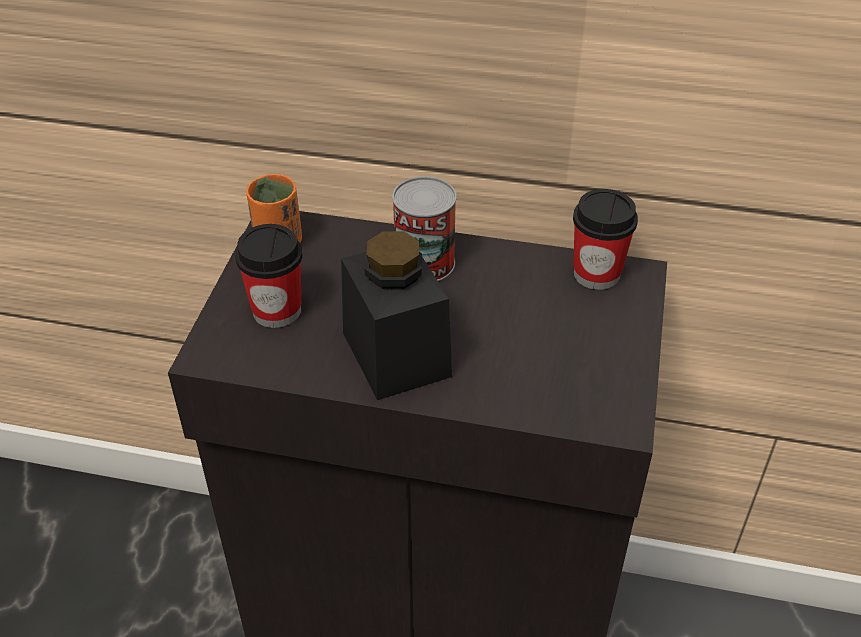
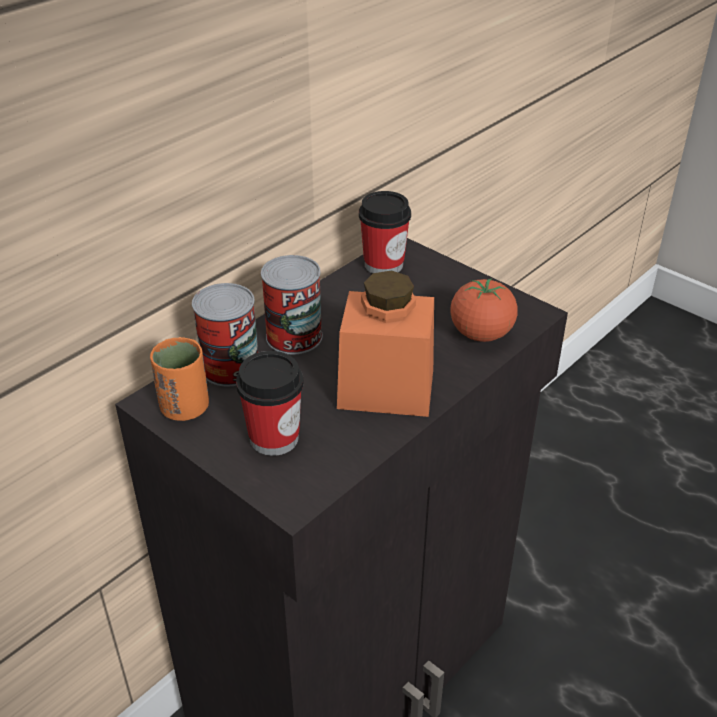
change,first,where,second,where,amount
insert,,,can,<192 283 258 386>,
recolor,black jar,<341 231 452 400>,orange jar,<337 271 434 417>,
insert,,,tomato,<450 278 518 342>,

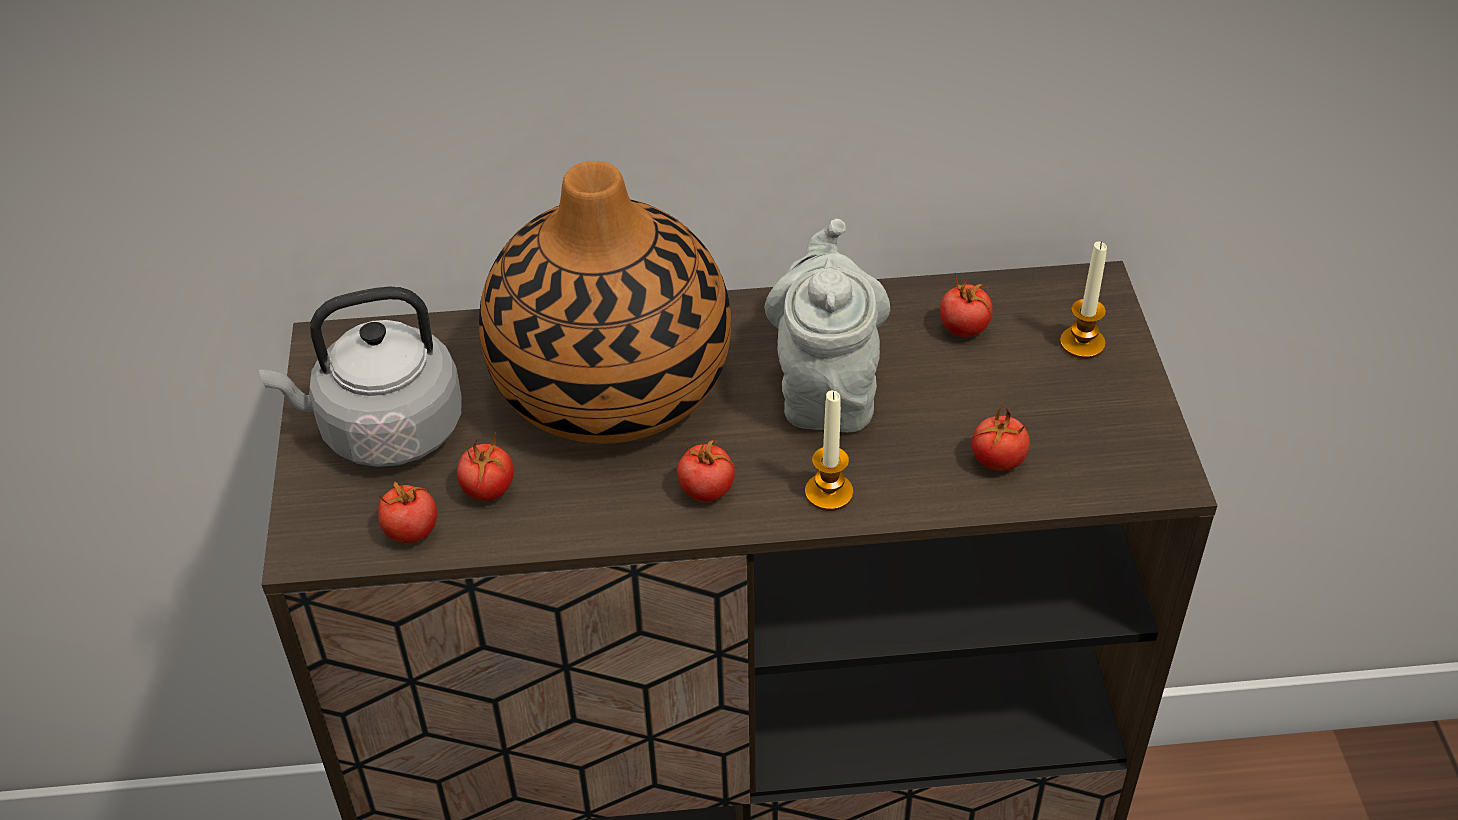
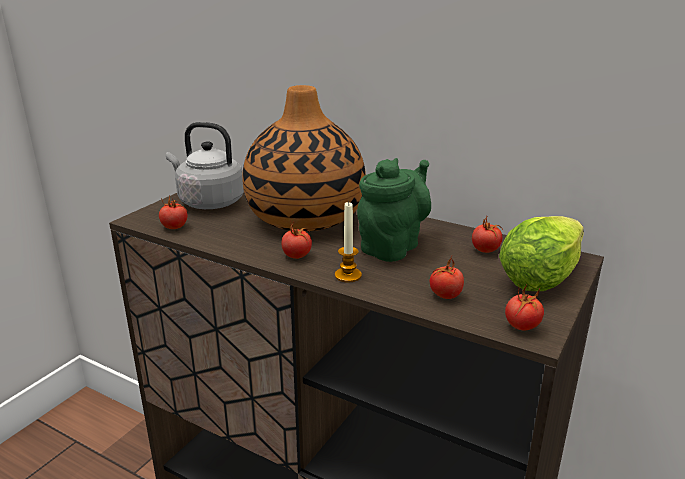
change,first,where,second,where,amount
recolor,grey teapot,<764 219 890 432>,green teapot,<357 158 431 262>,
replace,candle,<1060 242 1107 359>,lettuce,<499 216 584 291>,
move,tomato,<457 431 514 501>,,<505 285 544 331>,

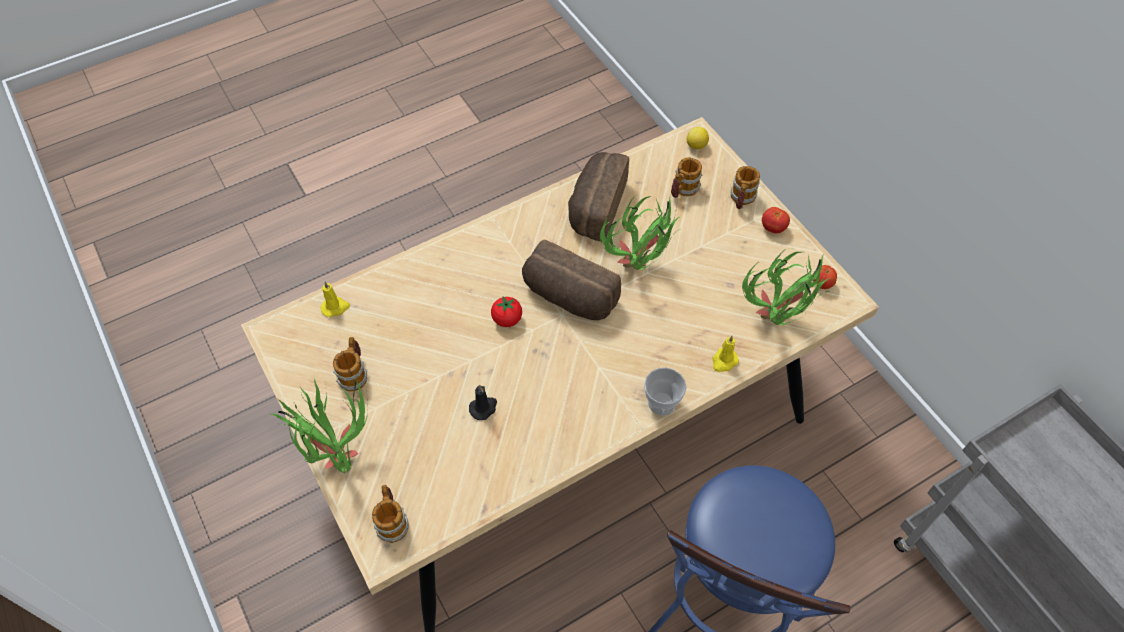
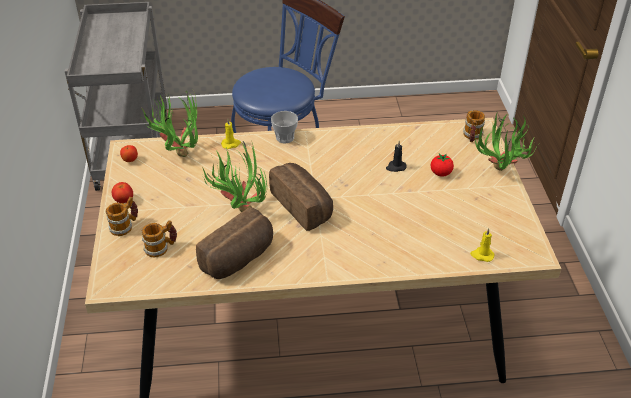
change,first,where,second,where,amount
move,tomato,<491 296 522 327>,,<431 154 454 177>,
delete,mug,<333 337 367 391>,,,
delete,lemon,<687 127 709 150>,,,

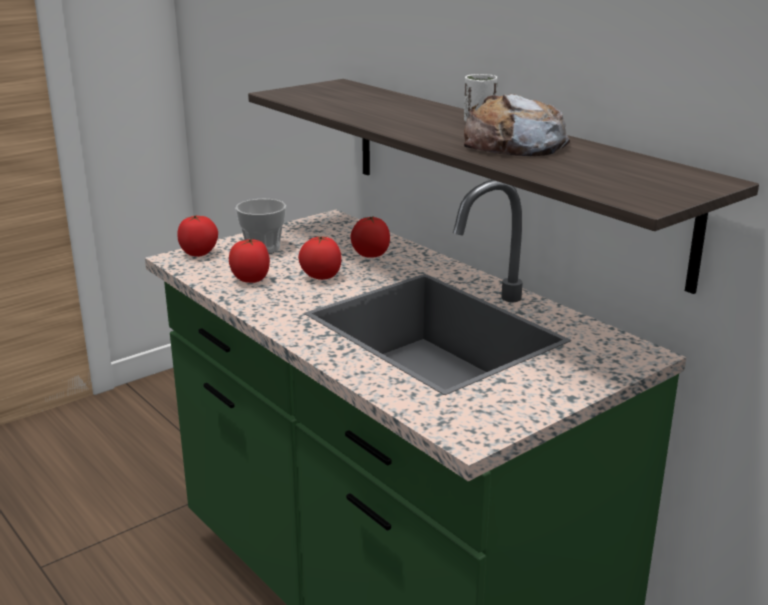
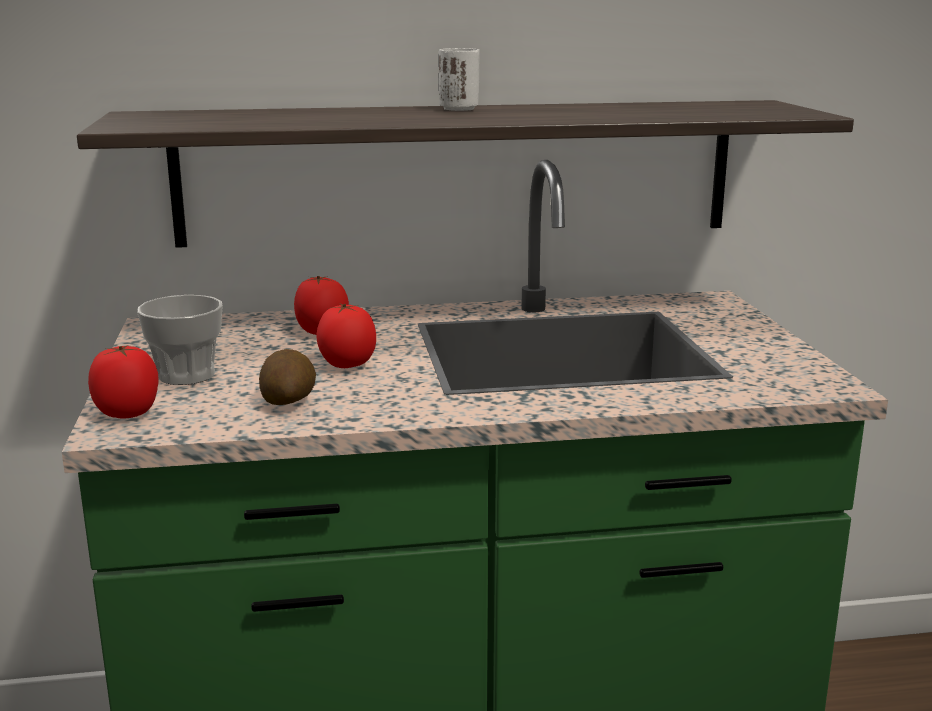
change,first,where,second,where,amount
replace,tomato,<229 238 270 283>,potato,<259 349 316 405>,
delete,bread,<464 94 570 156>,,,

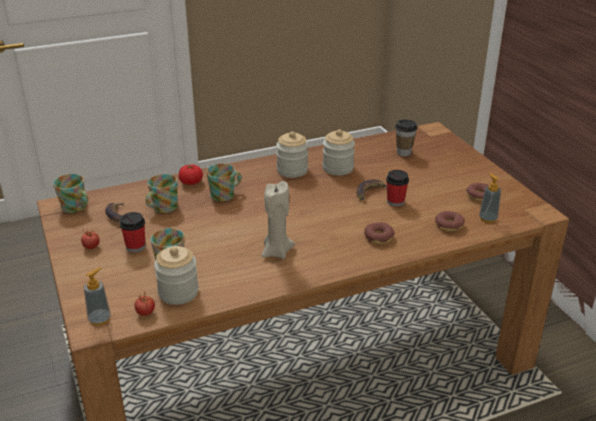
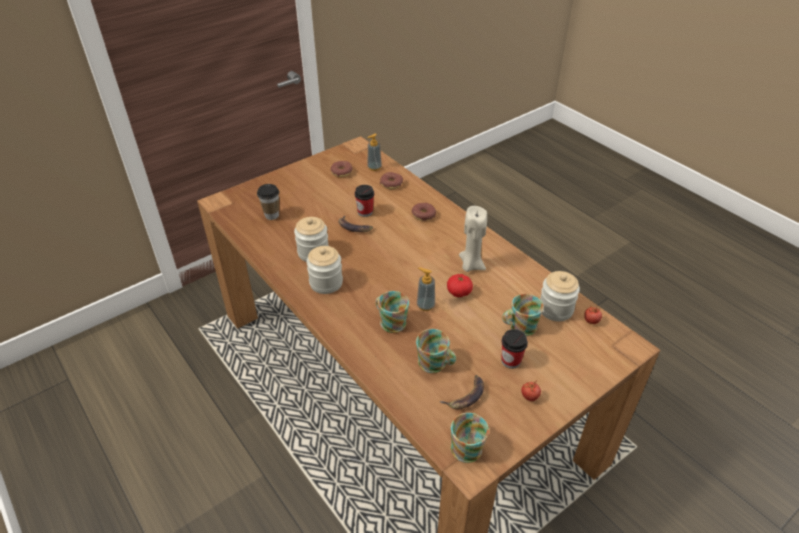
change,first,where,second,where,amount
move,soap dispenser,<84 267 111 326>,,<417 267 435 311>,
move,tomato,<179 164 203 185>,,<447 274 473 297>,

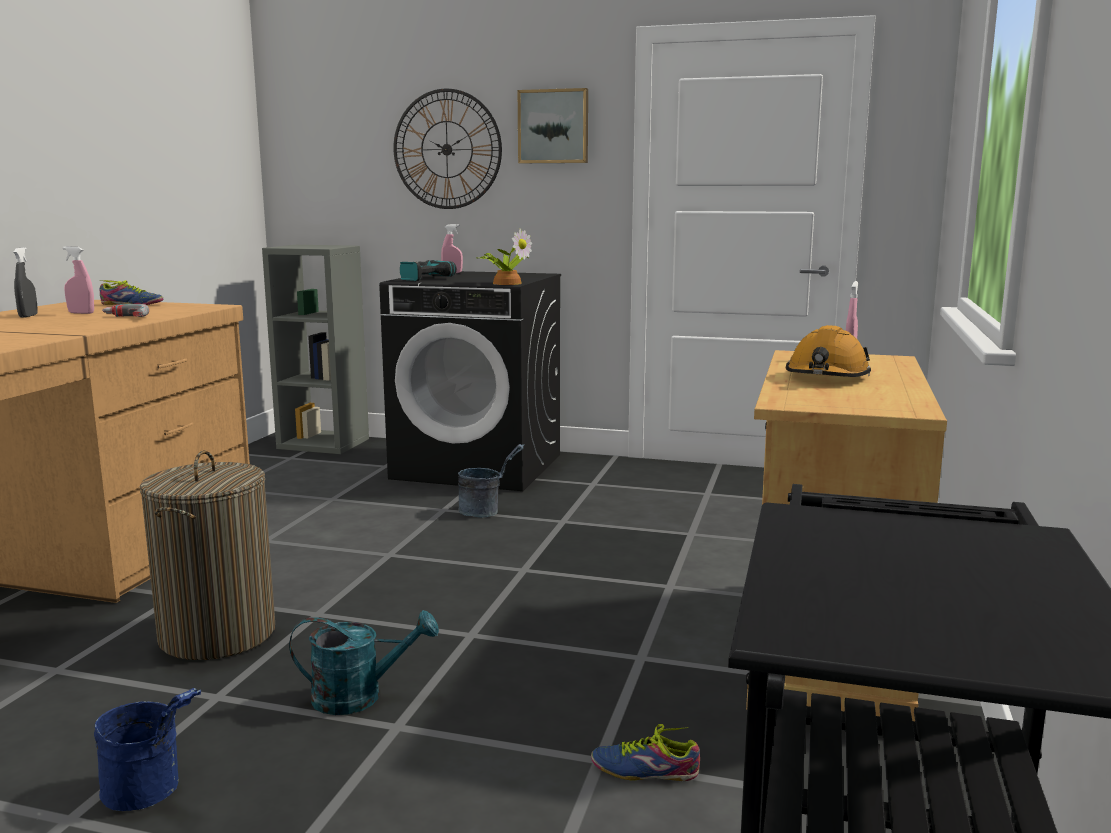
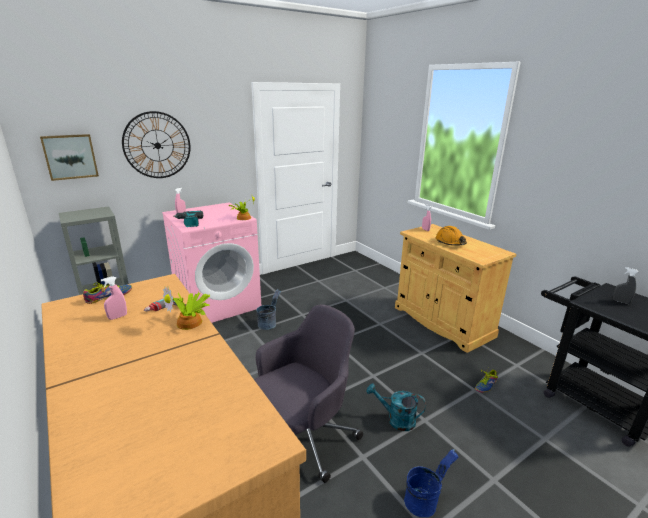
change,first,where,second,where,amount
move,picture,<518 88 588 163>,,<40 134 99 181>,
recolor,black washing machine,<379 271 561 491>,pink washing machine,<162 202 261 323>,
insert,,,potted plant,<163 287 210 330>,
replace,laundry basket,<140 450 275 660>,grey office chair,<254 304 363 483>,
rotate,turquoise watering can,<289 610 439 715>,,<367 383 426 431>,105 degrees counterclockwise
move,grey spray bottle,<13 247 38 318>,,<613 267 639 304>,

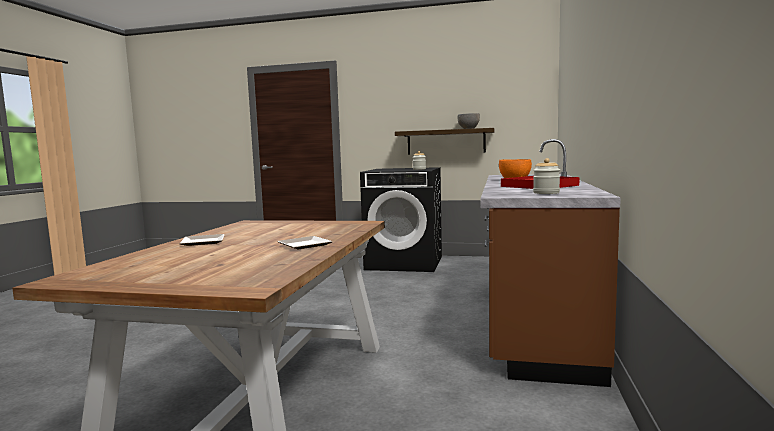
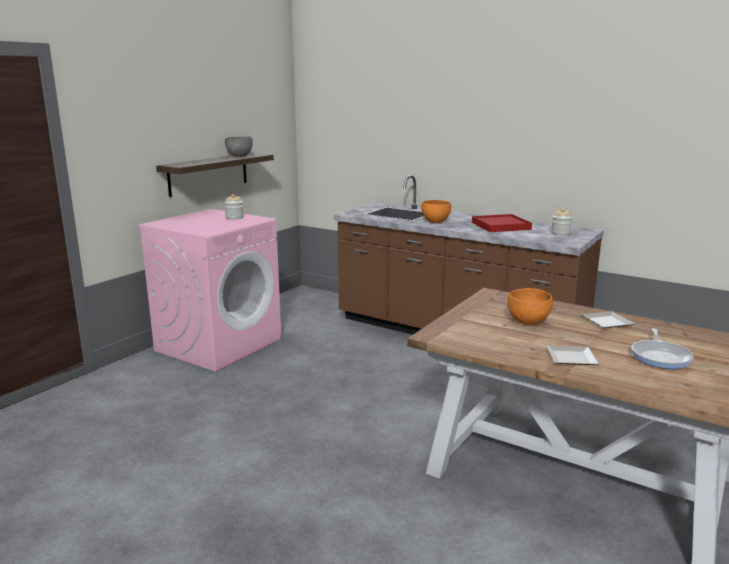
change,first,where,second,where,amount
recolor,black washing machine,<360 167 442 272>,pink washing machine,<138 209 281 372>,
insert,,,orange bowl,<507 288 553 325>,
insert,,,frying pan,<631 328 694 369>,

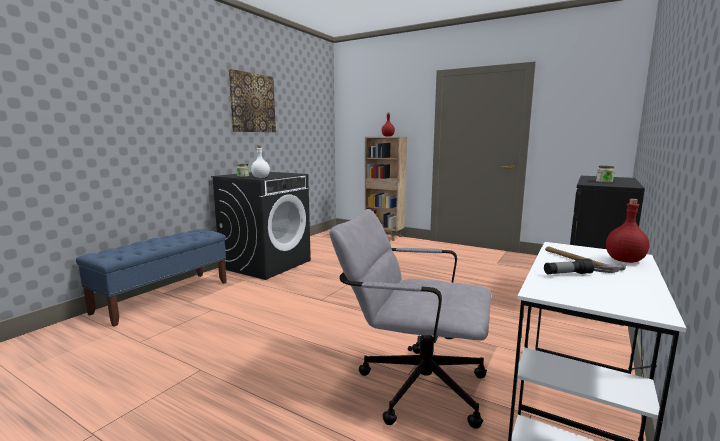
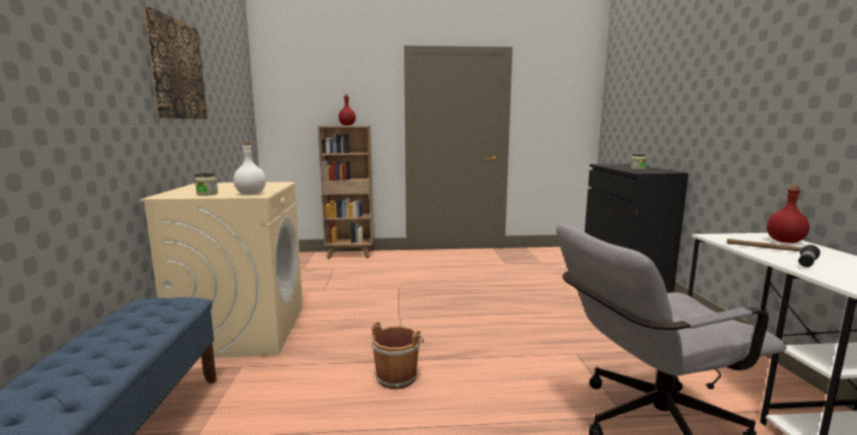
change,first,where,second,where,amount
recolor,black washing machine,<211 172 311 280>,beige washing machine,<140 182 303 358>,
insert,,,brown bucket,<371 322 424 389>,

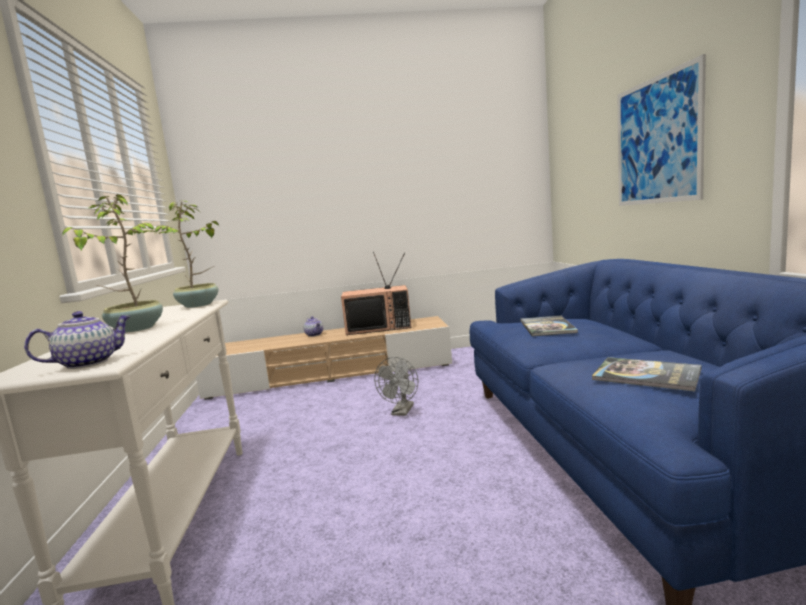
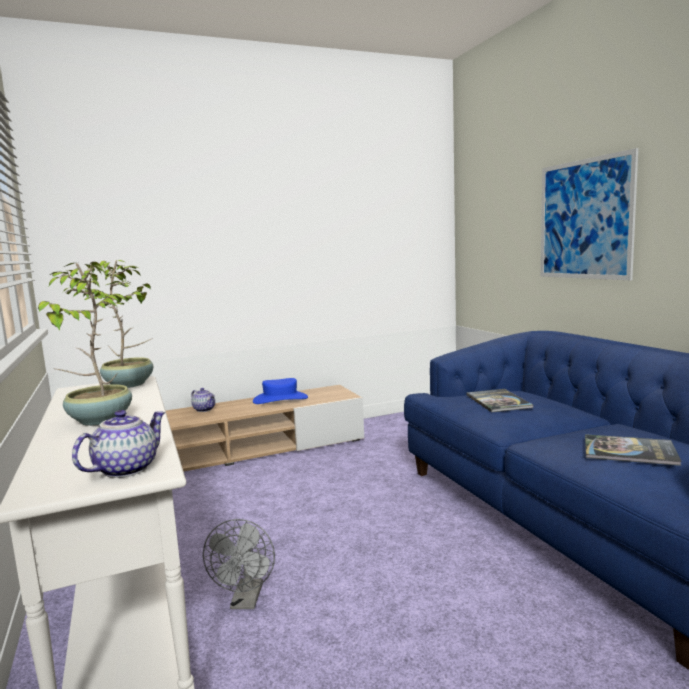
change,first,where,second,where,amount
move,grey fan,<374 357 418 416>,,<203 519 275 609>,
replace,television,<341 252 411 335>,blue hat,<253 378 308 404>,

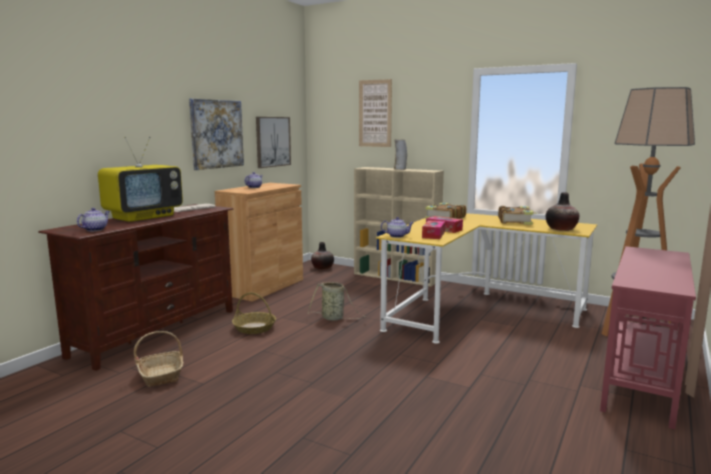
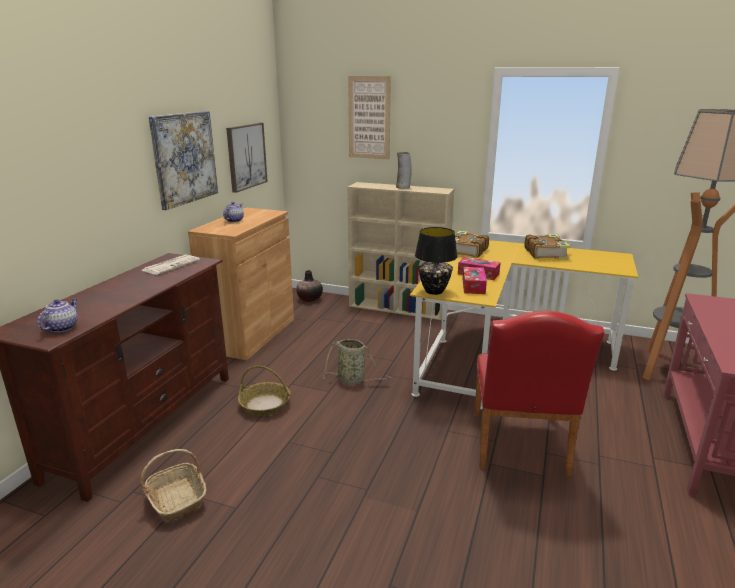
change,first,where,second,where,amount
replace,teapot,<381 217 414 238>,black table lamp,<415 227 458 295>,
insert,,,red chair,<475 311 605 476>,
delete,television,<98 136 183 222>,,,
delete,vase,<546 192 579 231>,,,

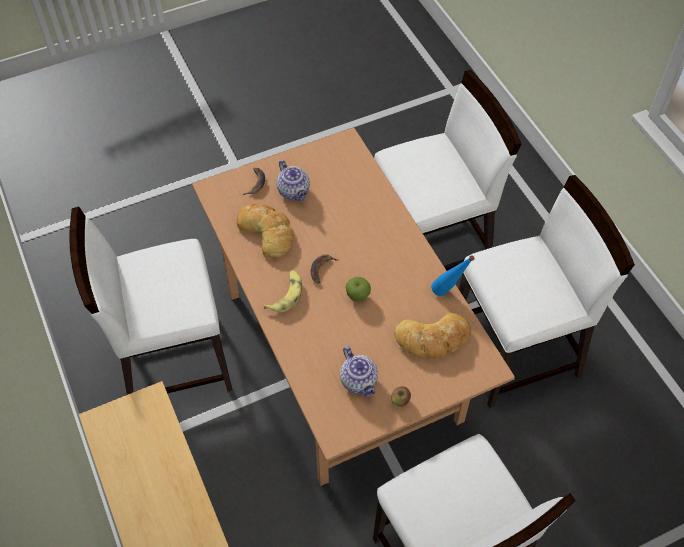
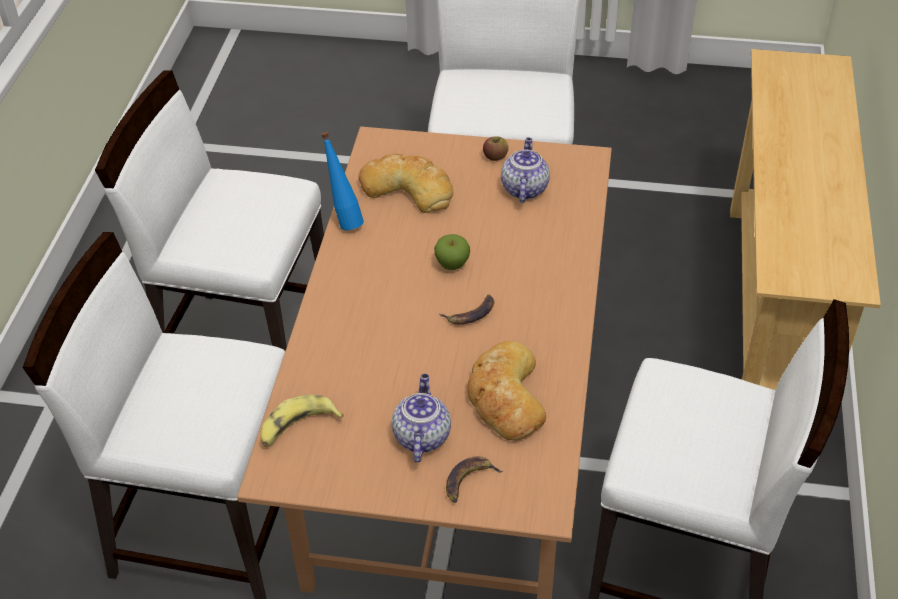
change,first,where,second,where,amount
move,banana,<263 270 302 312>,,<260 395 344 448>,

